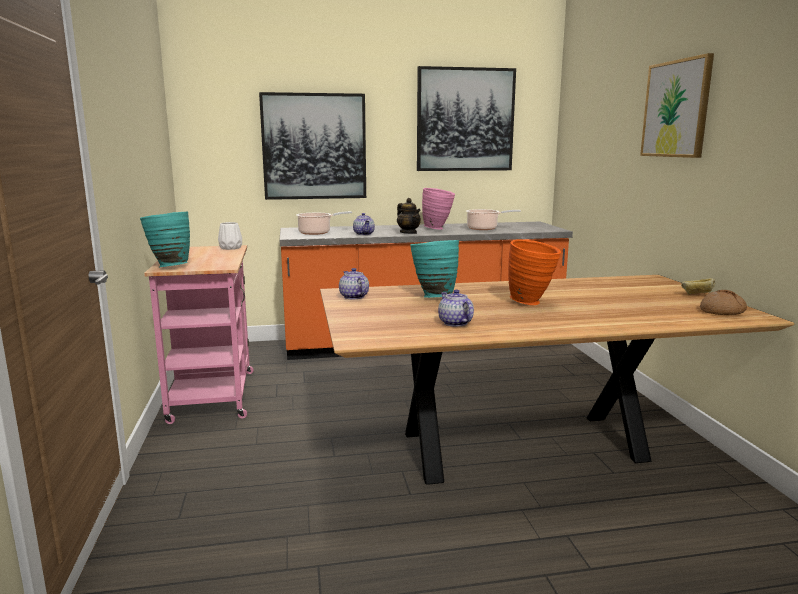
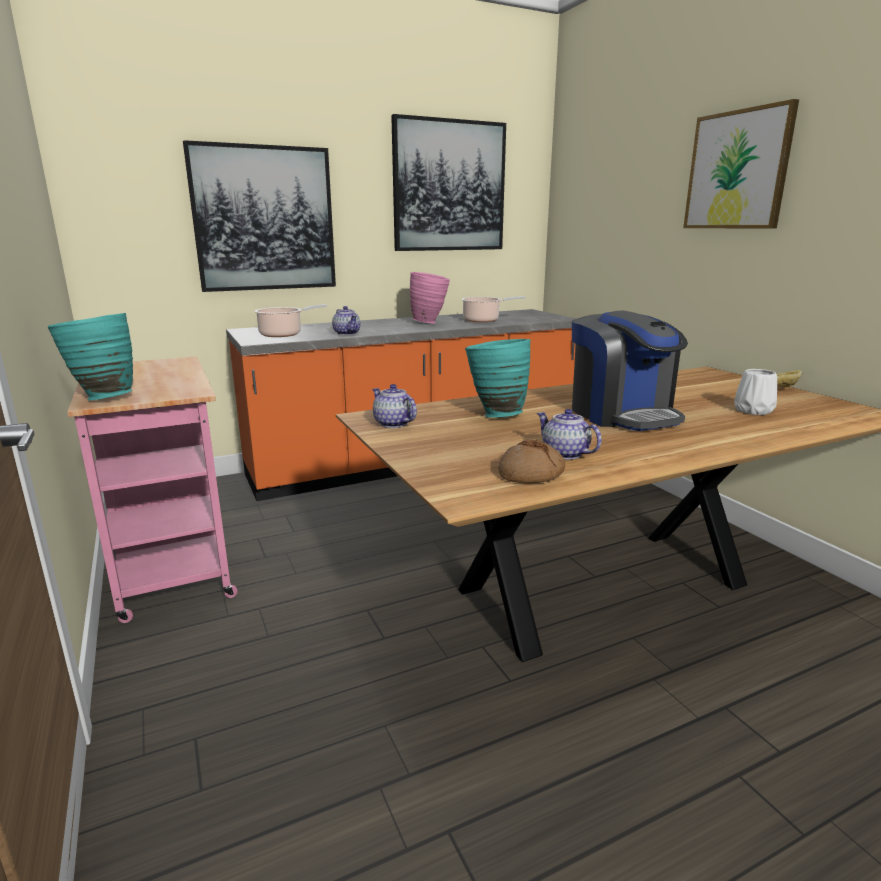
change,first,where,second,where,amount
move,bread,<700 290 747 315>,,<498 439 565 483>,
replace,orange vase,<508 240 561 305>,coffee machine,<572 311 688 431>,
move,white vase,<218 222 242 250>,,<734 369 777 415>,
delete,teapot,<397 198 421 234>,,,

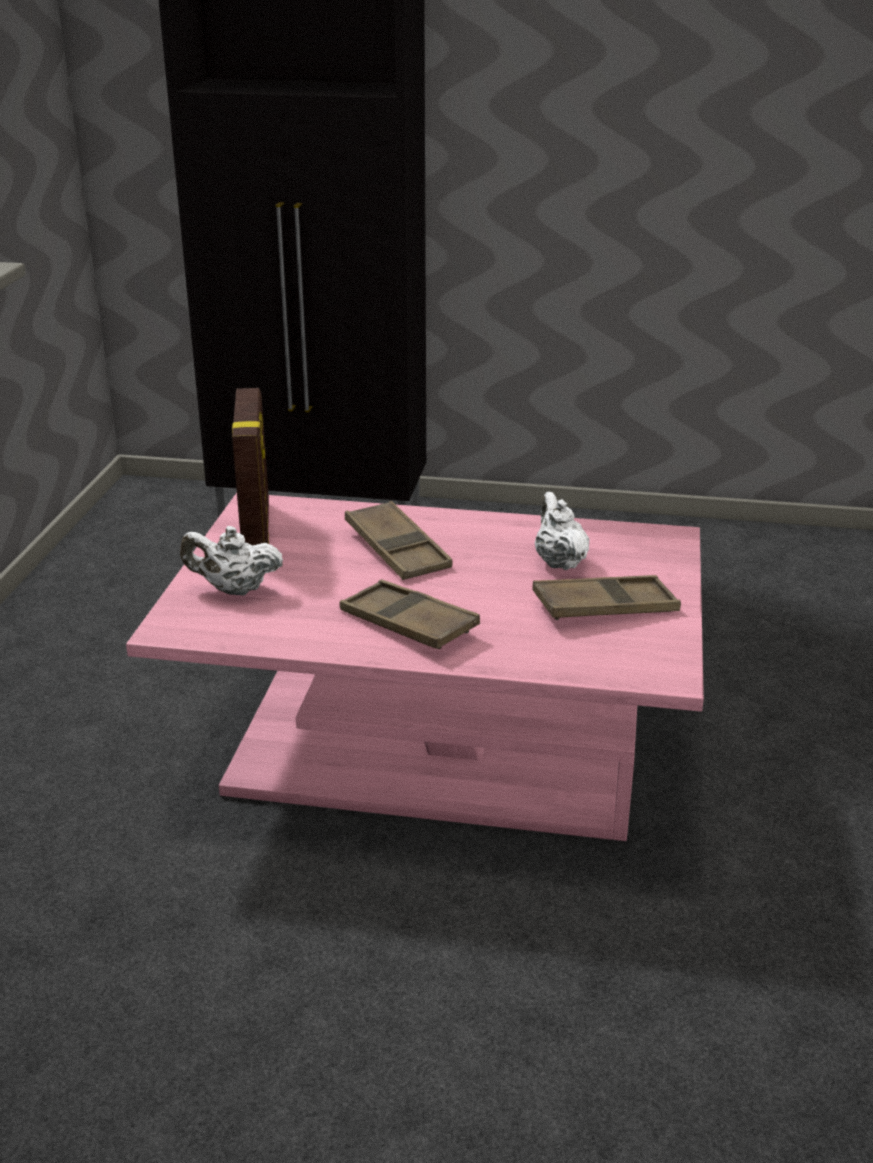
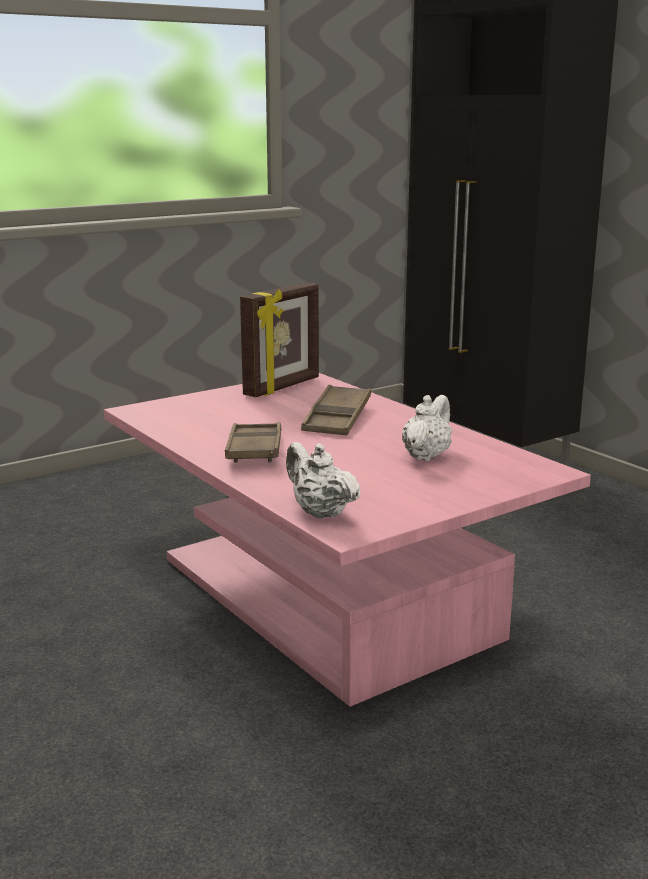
change,first,where,second,where,amount
move,white teapot,<180 526 283 596>,,<286 442 361 518>,
delete,brown tray,<532 575 681 620>,,,

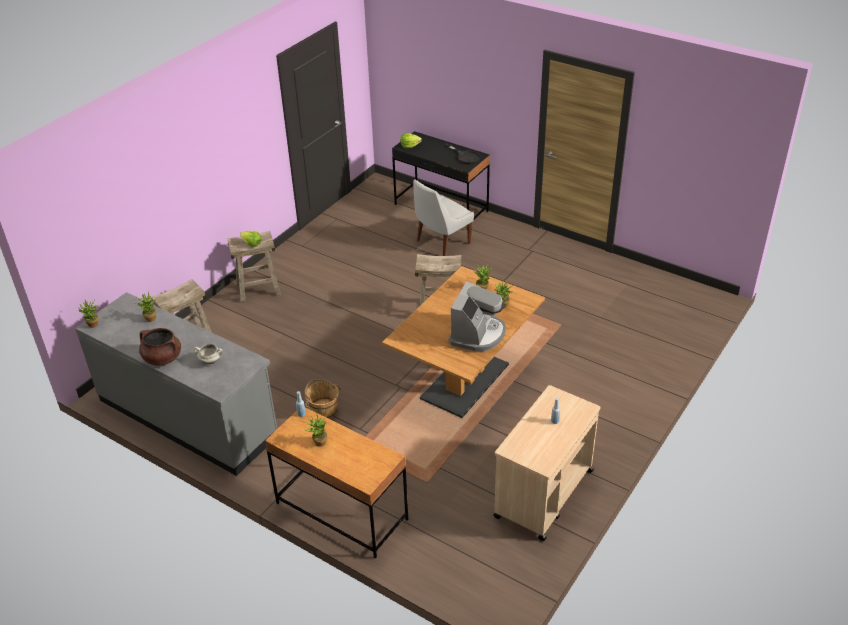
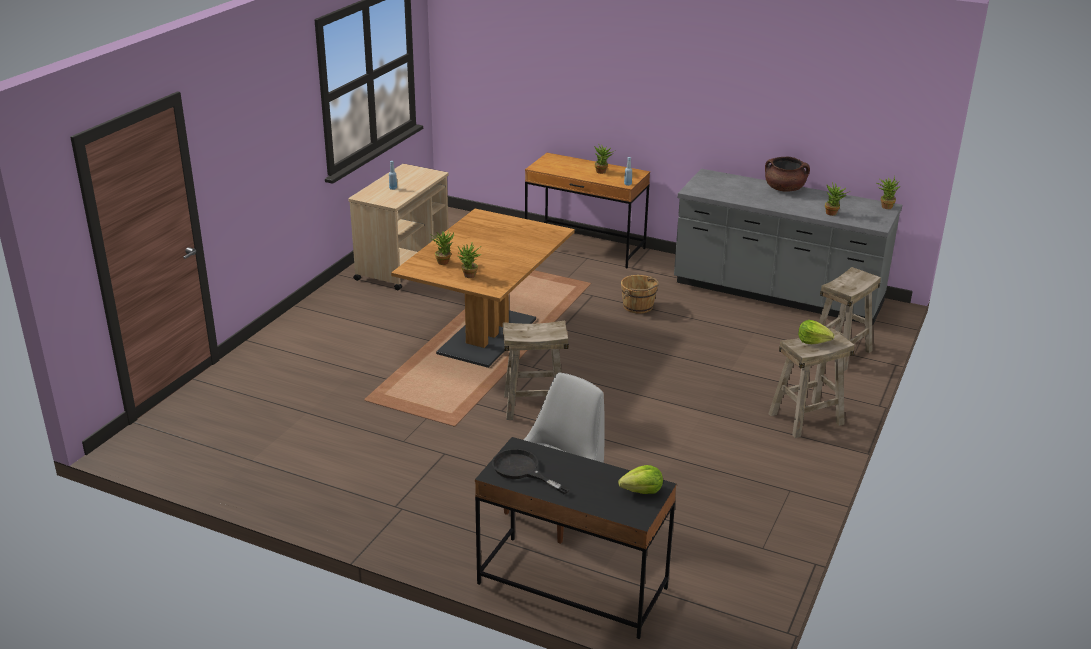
change,first,where,second,where,amount
delete,white cooking pot,<194 344 223 364>,,,
delete,coffee machine,<449 281 506 352>,,,

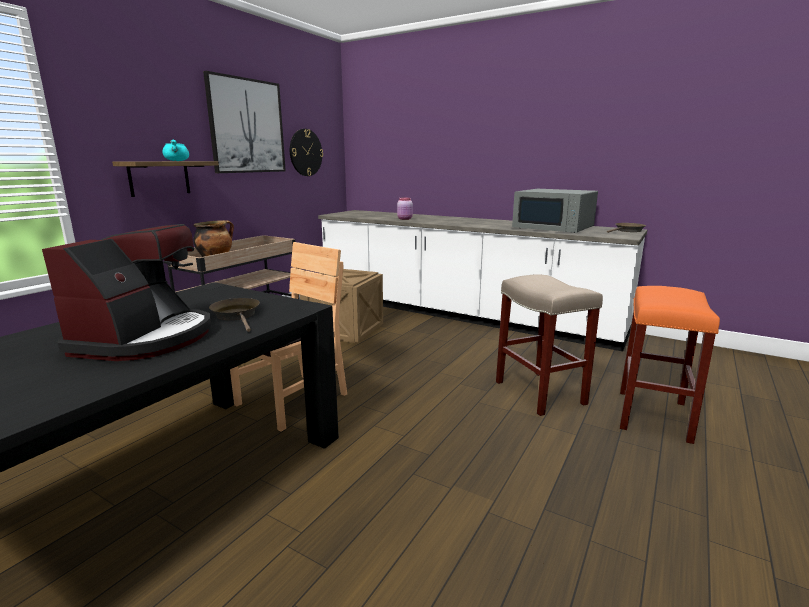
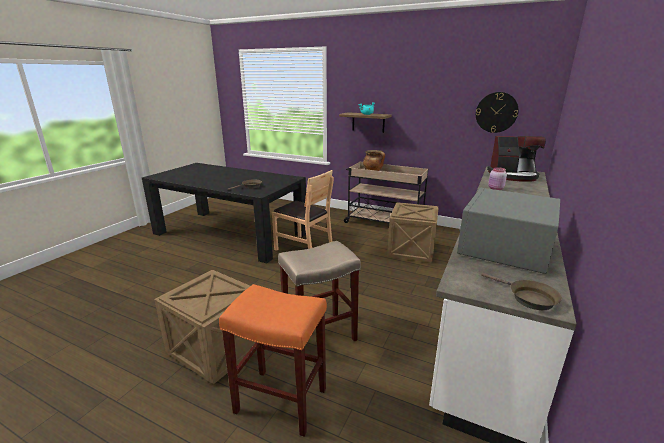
change,first,where,second,where,amount
insert,,,crate,<154 270 256 384>,
move,coffee machine,<42 224 211 361>,,<487 136 546 182>,
delete,picture,<203 71 286 173>,,,

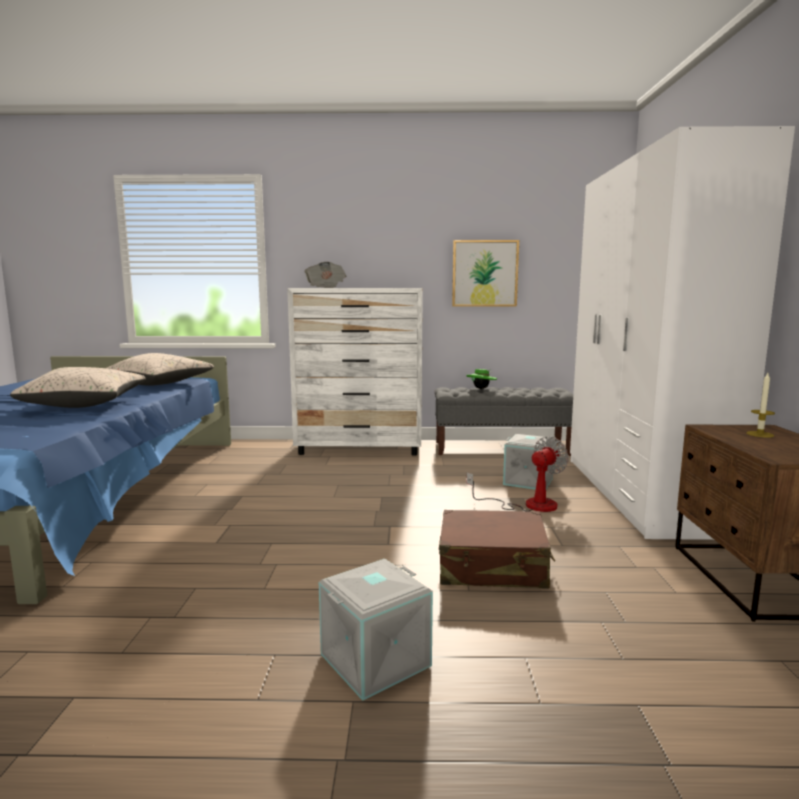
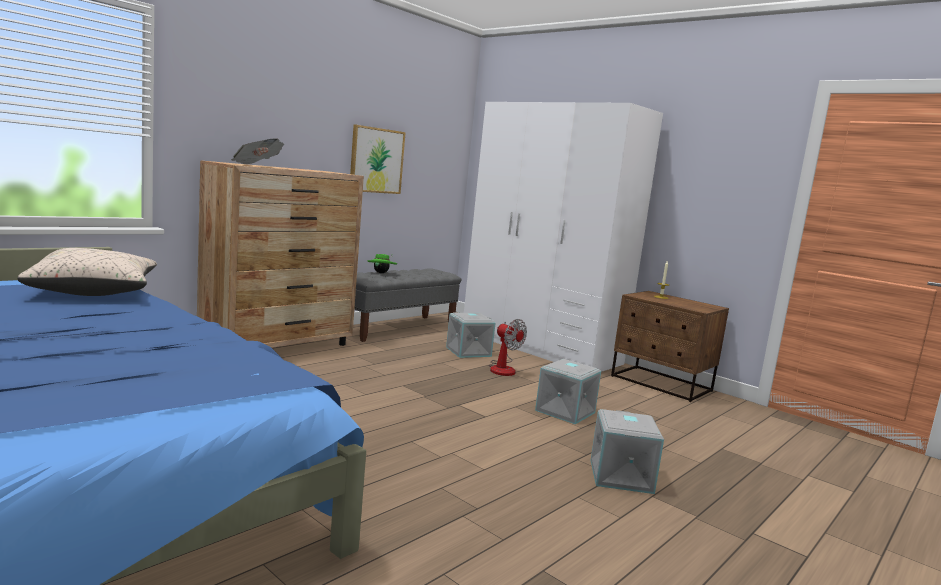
change,first,where,second,where,amount
recolor,white dresser,<287 288 423 456>,brown dresser,<197 160 364 348>,
rotate,fan,<466 436 569 512>,,<488 319 527 376>,135 degrees clockwise
replace,brown suitcase,<439 510 555 589>,grey storage box,<535 359 601 424>,
delete,beige pillow,<10 367 146 408>,,,

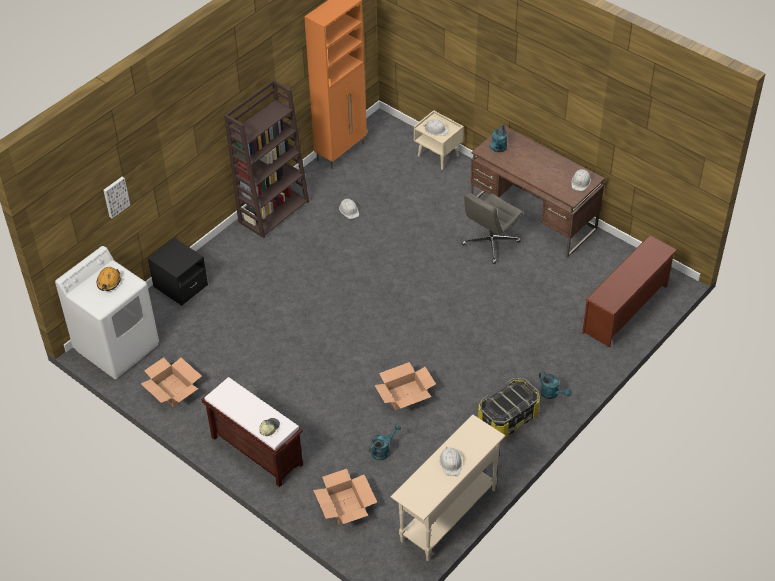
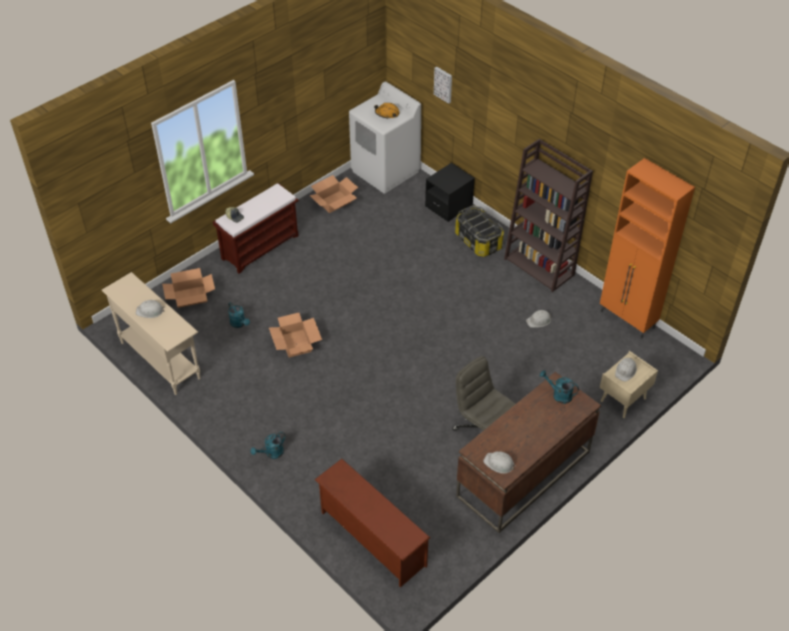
change,first,where,second,where,amount
move,storage box,<478 378 540 439>,,<455 205 504 257>,

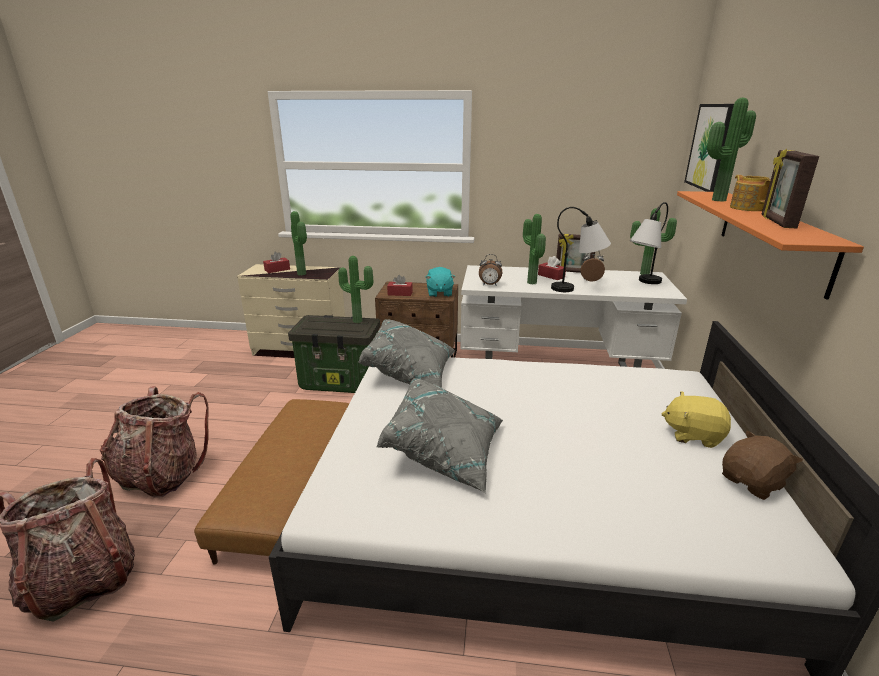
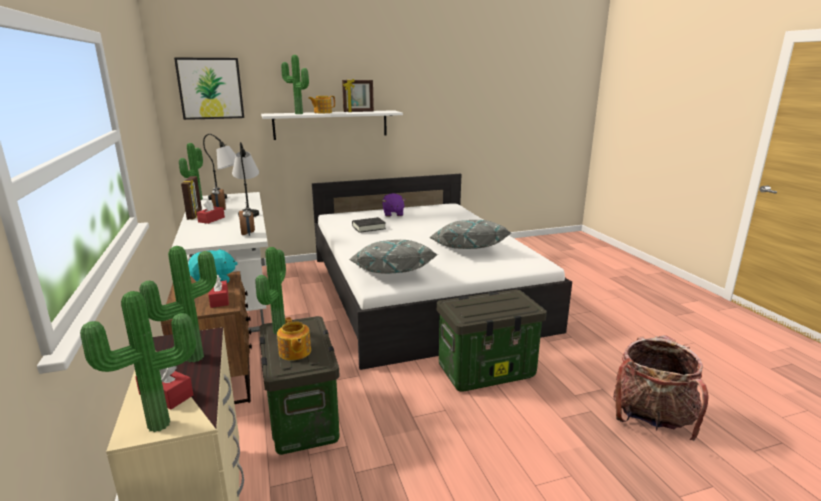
change,first,where,second,where,amount
move,potted plant,<523 214 546 284>,,<80 291 196 432>,
recolor,orange shelf,<677 191 864 300>,white shelf,<261 110 403 140>,
insert,,,teapot,<277 317 311 361>,
insert,,,black book,<352 217 386 233>,
recolor,yellow plush toy,<661 391 731 448>,purple plush toy,<382 193 406 217>,
replace,brown ottoman,<194 399 349 565>,storage box,<437 290 547 392>,
delete,backpack,<100 386 209 498>,,,
delete,brown plush toy,<722 430 803 500>,,,

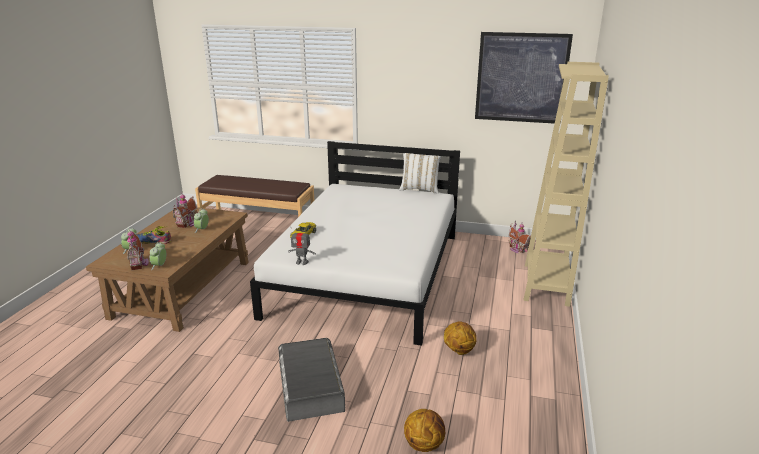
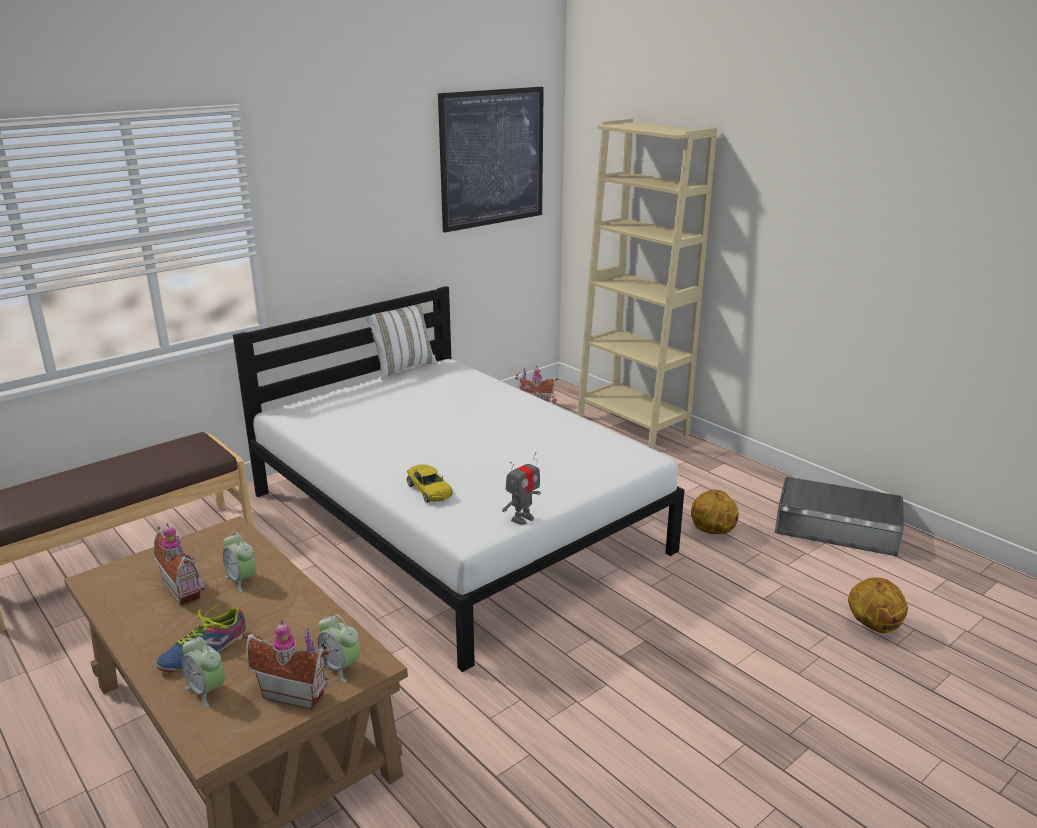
change,first,where,second,where,amount
move,grey storage box,<278 338 345 422>,,<775 477 904 556>,

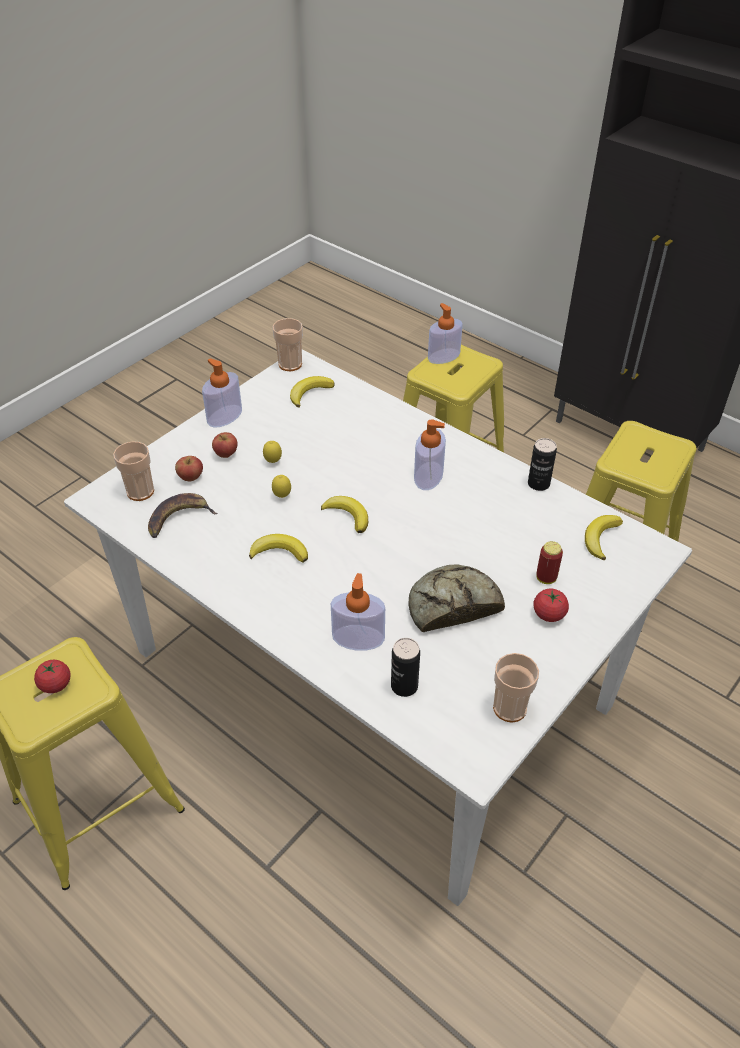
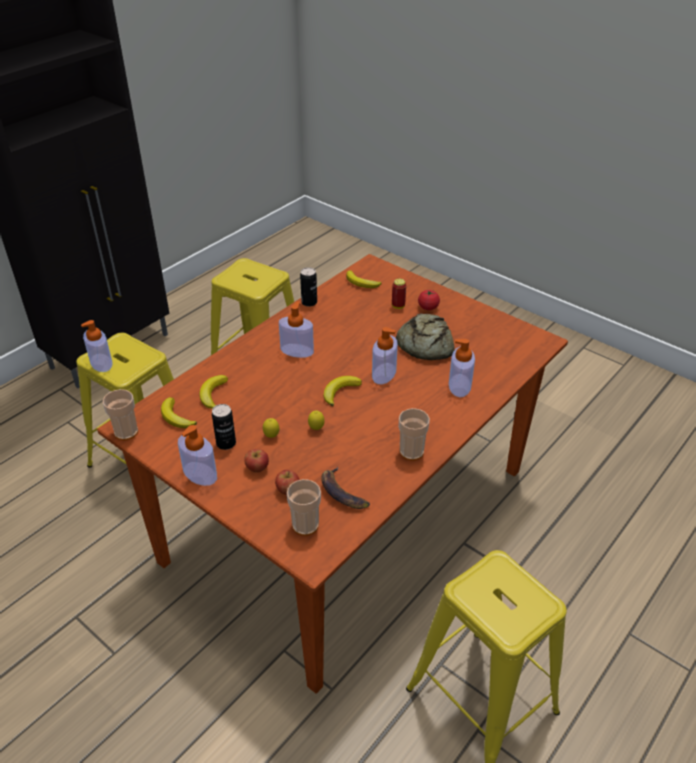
change,first,where,second,where,amount
recolor,white dining table,<64 350 692 906>,brown dining table,<97 254 568 694>,
move,banana,<249 534 308 563>,,<199 375 228 409>,
move,can,<391 638 420 697>,,<212 404 236 450>,
insert,,,soap dispenser,<372 327 398 384>,
move,cup,<493 653 539 723>,,<399 408 430 461>,
delete,tomato,<34 660 70 693>,,,

